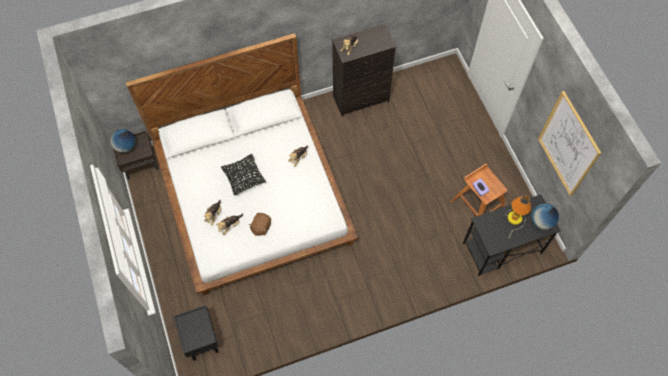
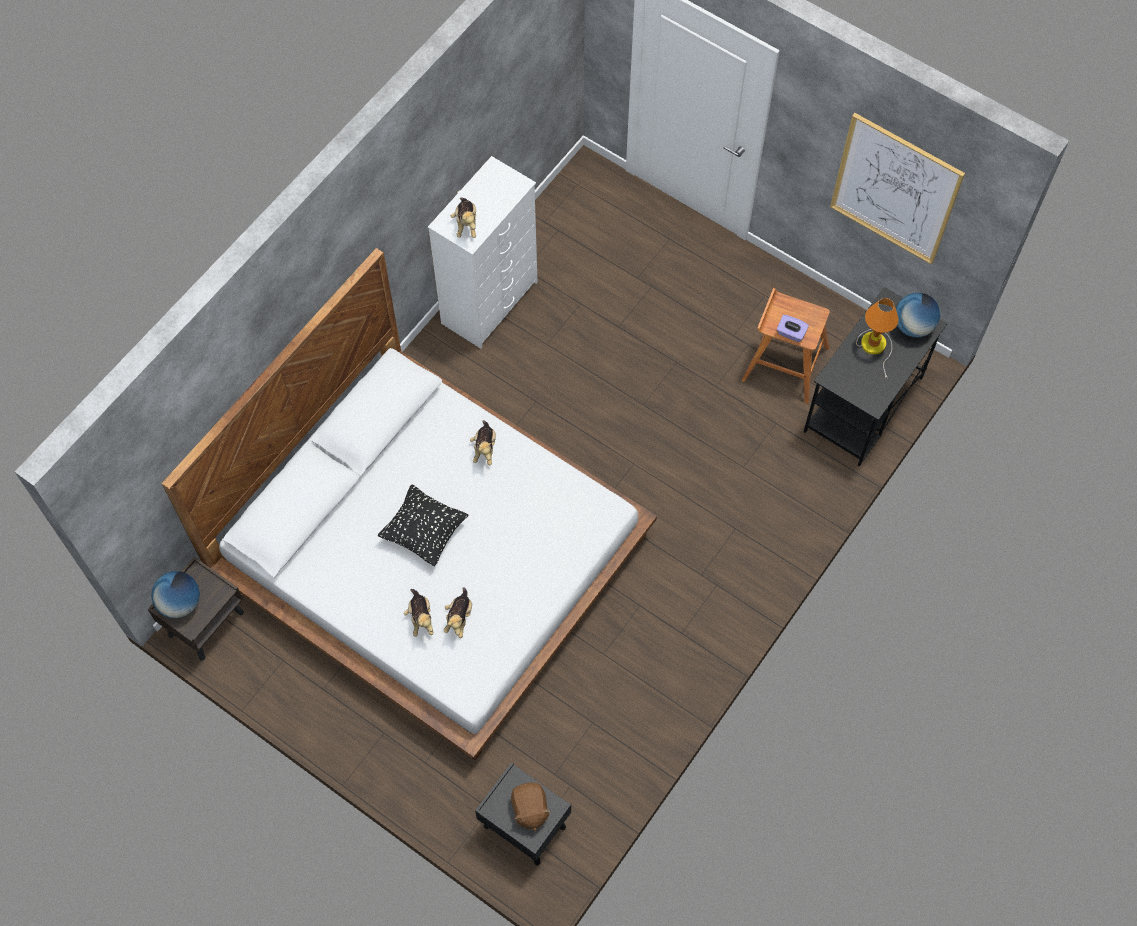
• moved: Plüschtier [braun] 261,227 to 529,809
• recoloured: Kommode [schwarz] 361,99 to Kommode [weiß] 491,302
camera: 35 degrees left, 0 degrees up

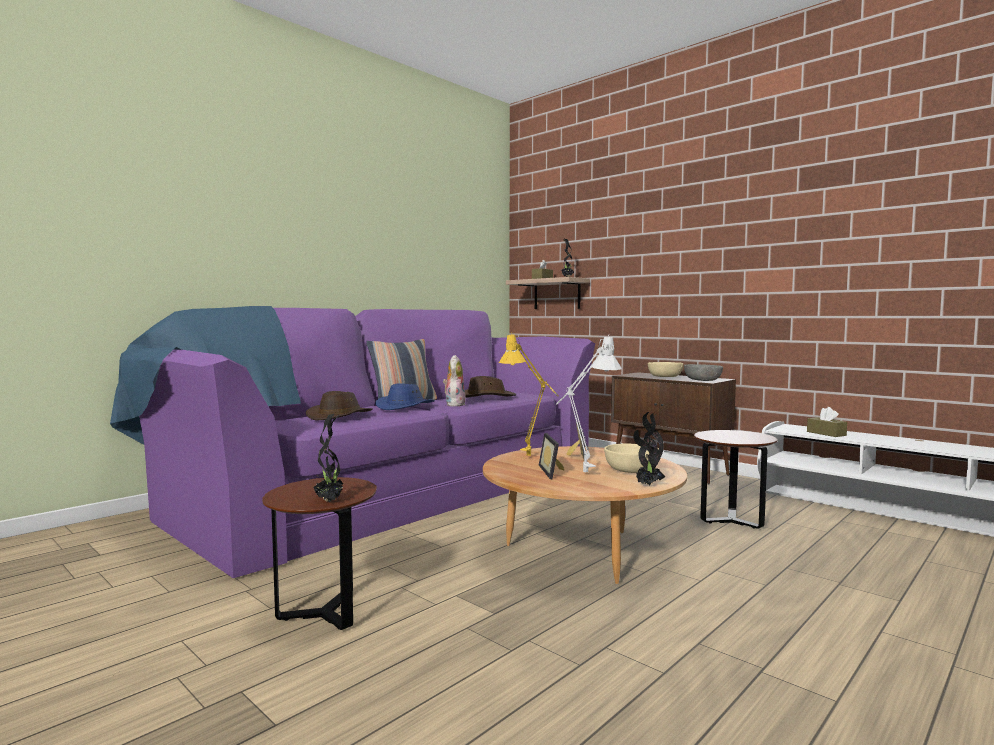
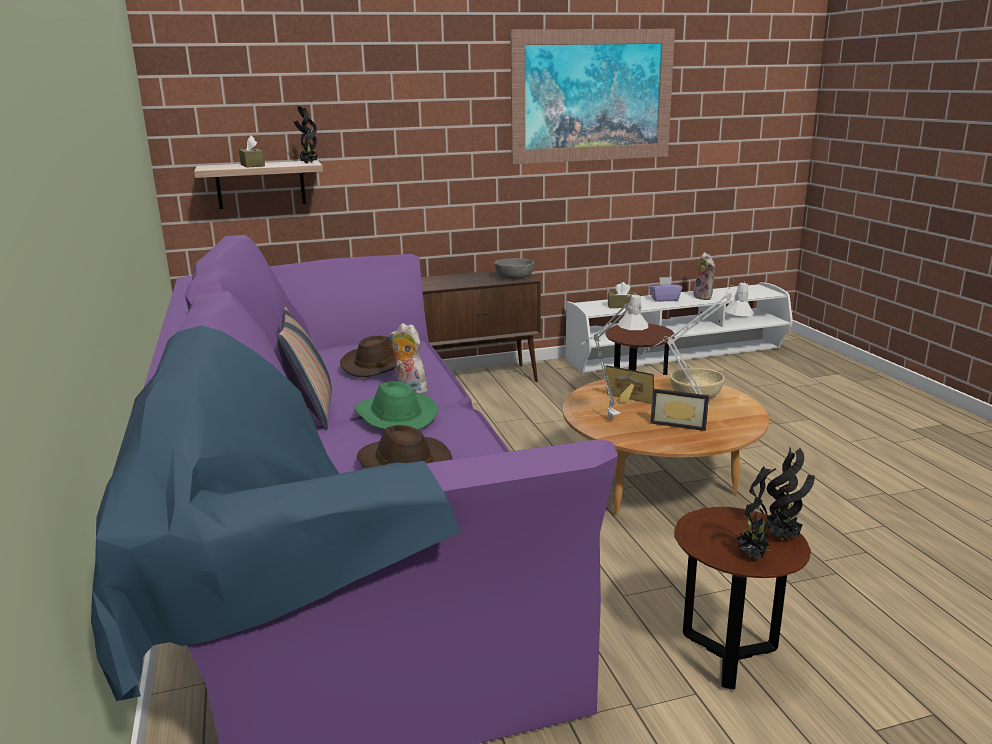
• recoloured: Hut [blau] 405,406 to Hut [grün] 394,416
• recoloured: Tischlampe [gelb] 532,456 to Tischlampe [grau] 606,417
• moved: Topfpflanze 647,485 to 752,556
• removed: Schüssel [beige] 665,376
• added: Bild 592,96
• added: Taschentuchbox [lila] 664,299
• added: Plüschtier 704,297
camera: 60 degrees left, 15 degrees up

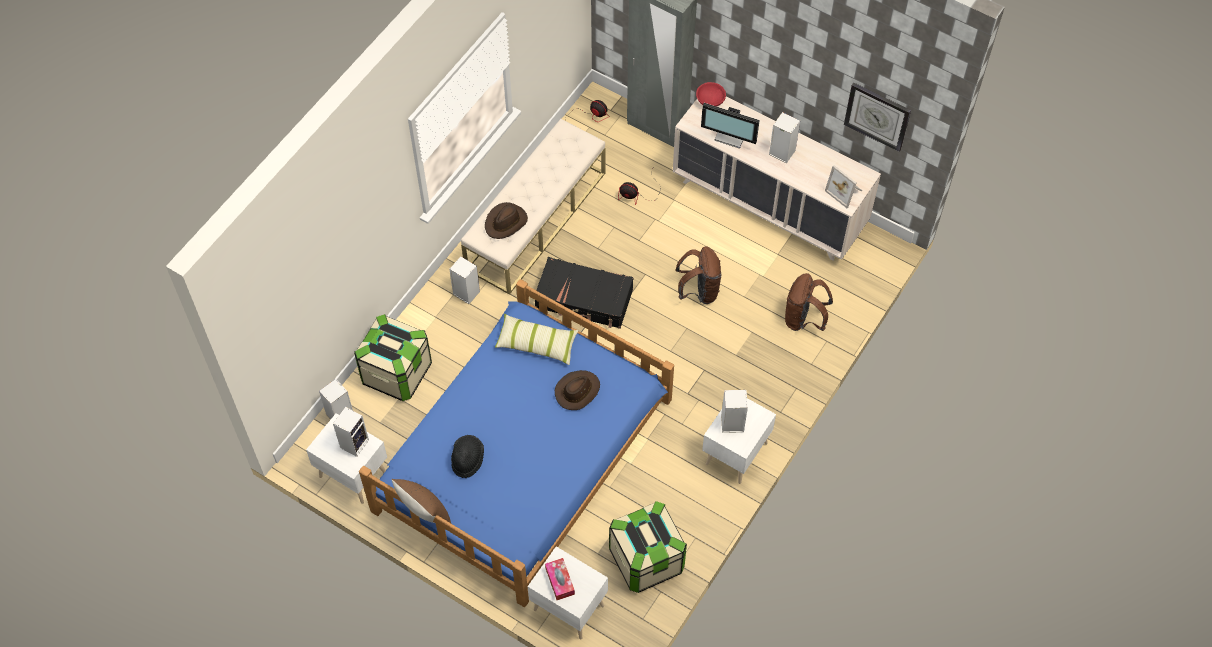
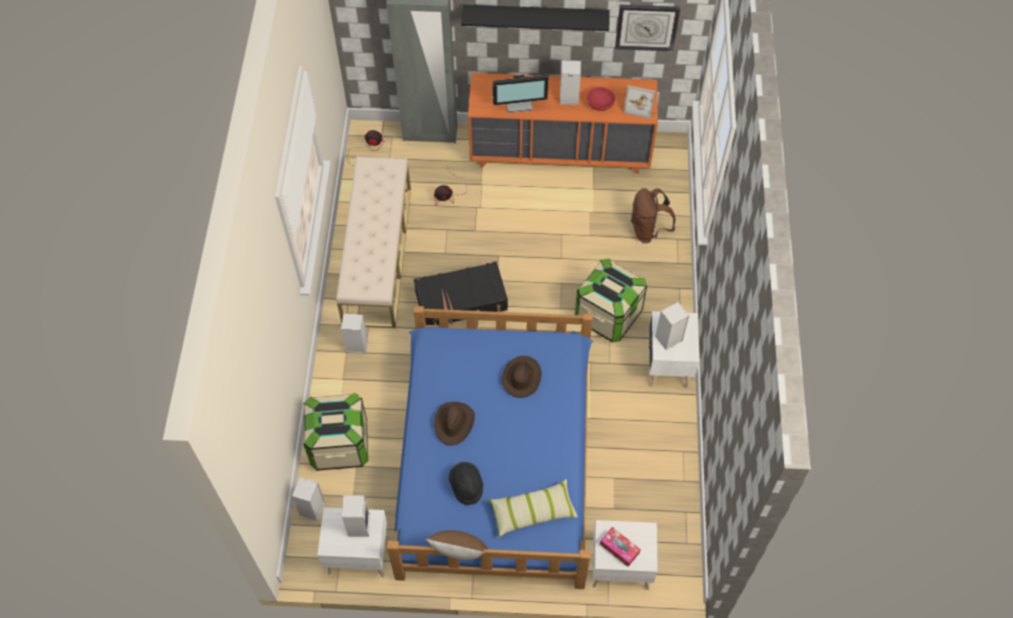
• moved: Hut [braun] 506,222 to 454,423
• moved: Kissen 537,343 to 532,511
• moved: Aufbewahrungsbox 646,559 to 608,315
• recoloured: Kommode [beige] 769,204 to Kommode [orange] 560,152
• removed: Rucksack [braun] 699,291
• moved: Schüssel [rot] 710,101 to 600,104
• added: Wandregal [schwarz] 535,17
camera: 30 degrees left, 0 degrees up

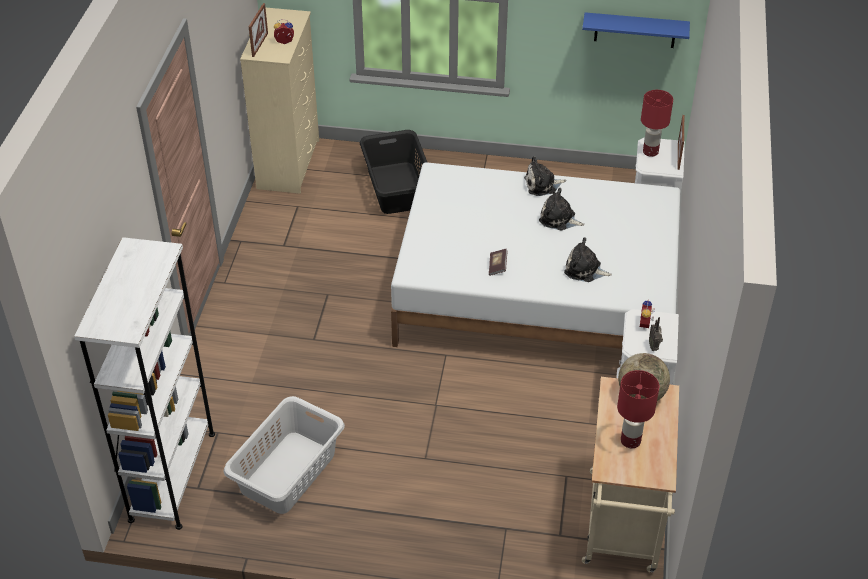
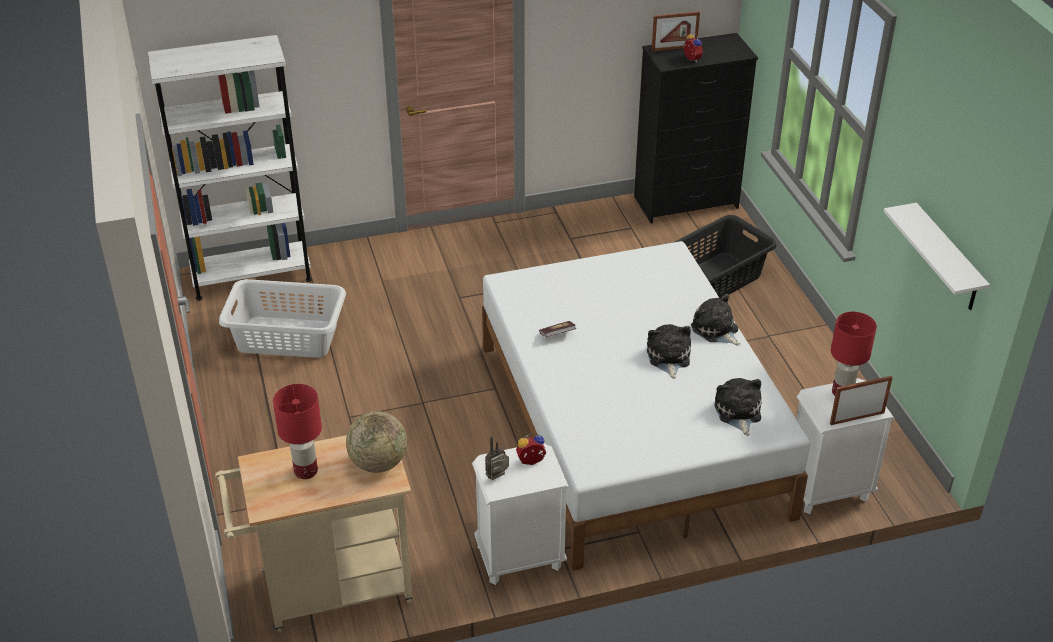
• recoloured: Kommode [beige] 289,164 to Kommode [schwarz] 687,203
• moved: Plüschtier 585,270 to 738,413
• recoloured: Wandregal [blau] 635,30 to Wandregal [weiß] 947,259
camera: 65 degrees right, 5 degrees down

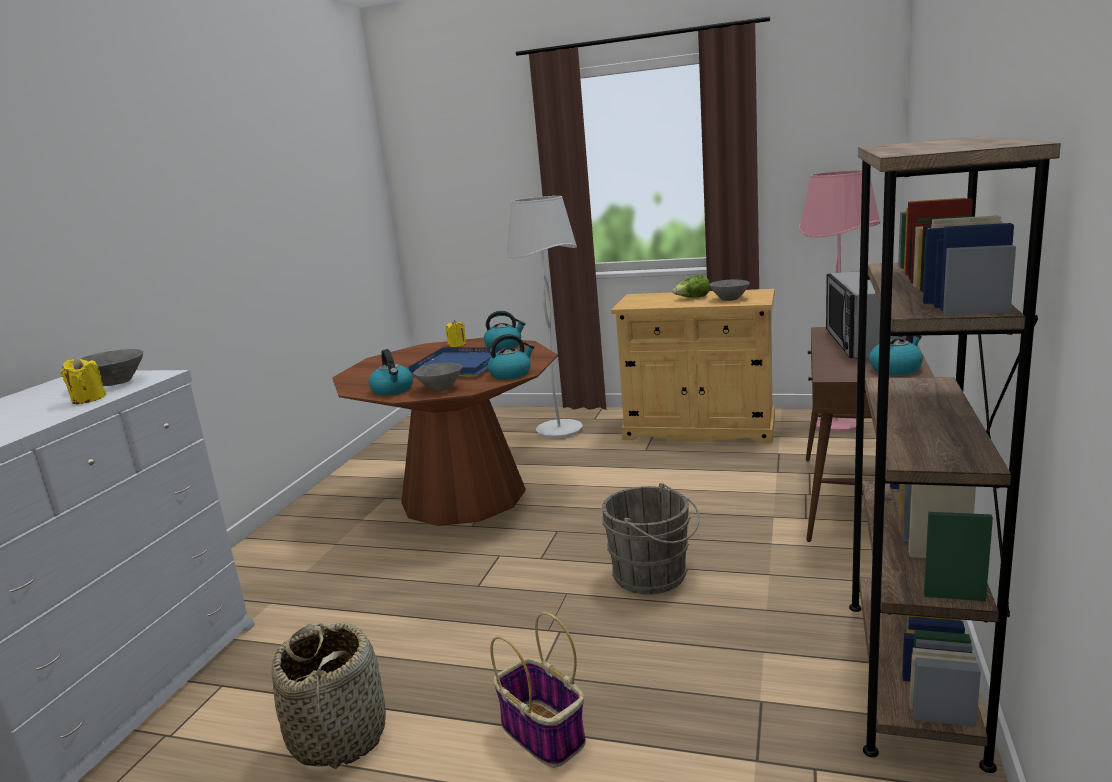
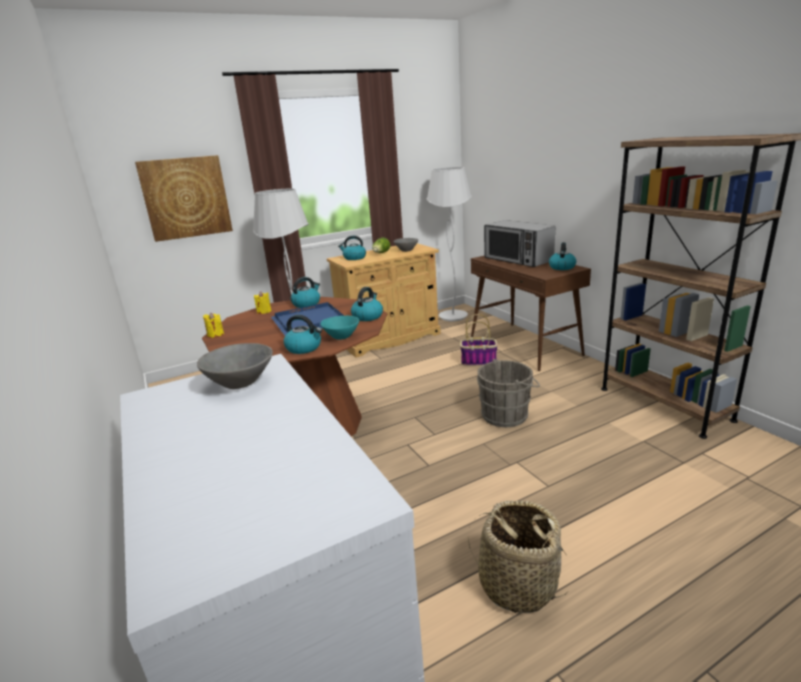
• moved: Kerze [gelb] 88,399 to 215,334
• recoloured: Schüssel [grau] 441,388 to Schüssel [türkis] 341,336
• moved: Korb 544,734 to 479,361
• recoloured: Stehlampe [rosa] 835,424 to Stehlampe [weiß] 453,317
• added: Bild 186,198
• added: Wasserkessel 354,258
camera: 45 degrees left, 5 degrees up

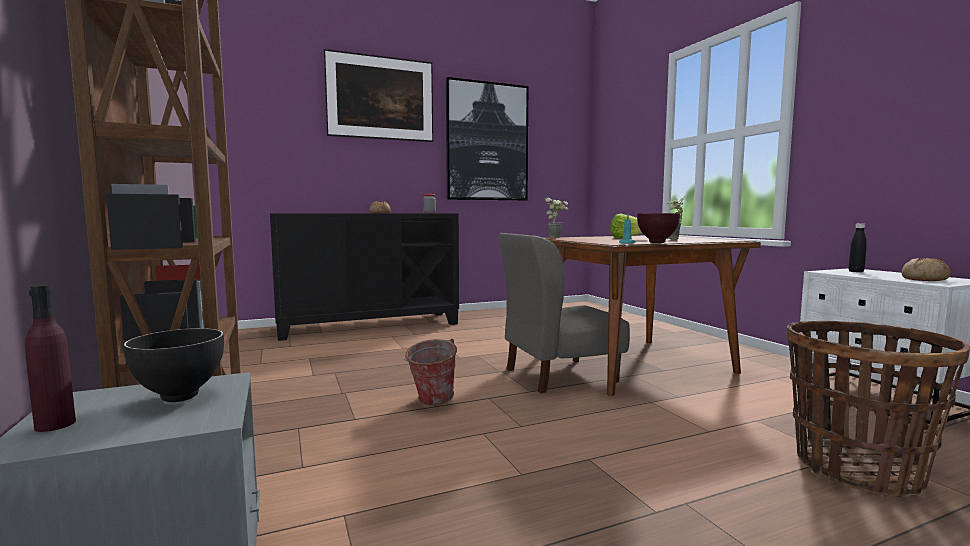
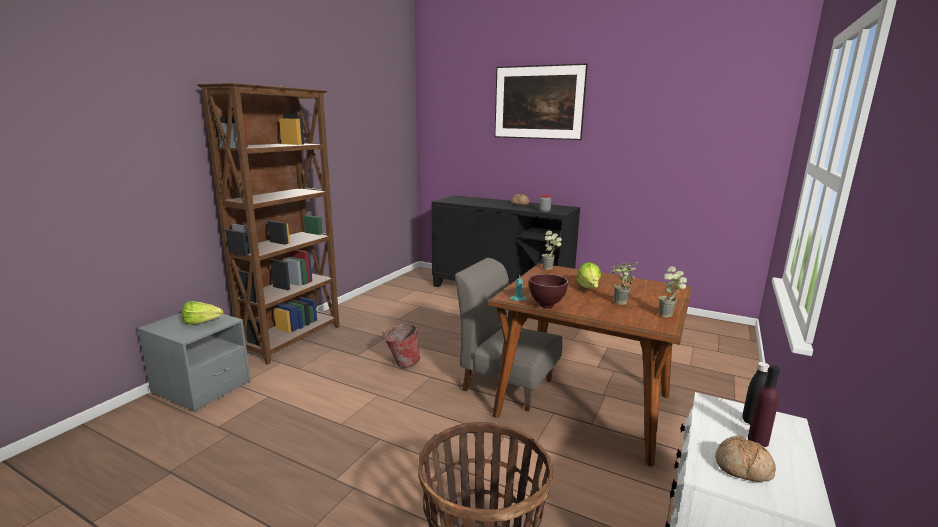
• moved: Flasche [lila] 55,425 to 758,441
• replaced: Schüssel [schwarz] 178,397 to Salatkopf 204,323
• removed: Bild 487,142
• added: Topfpflanze 669,316
camera: 50 degrees right, 10 degrees up

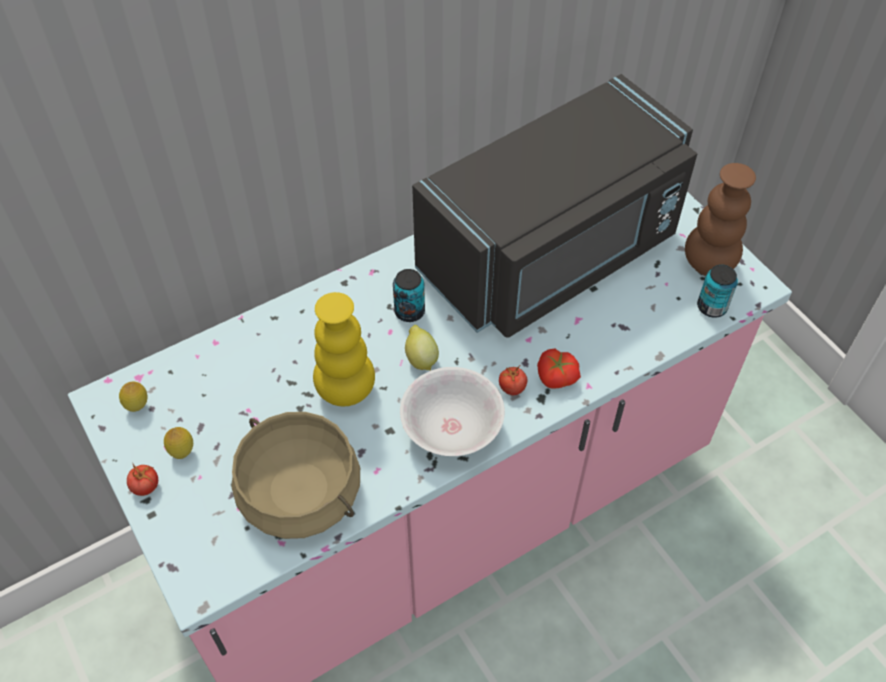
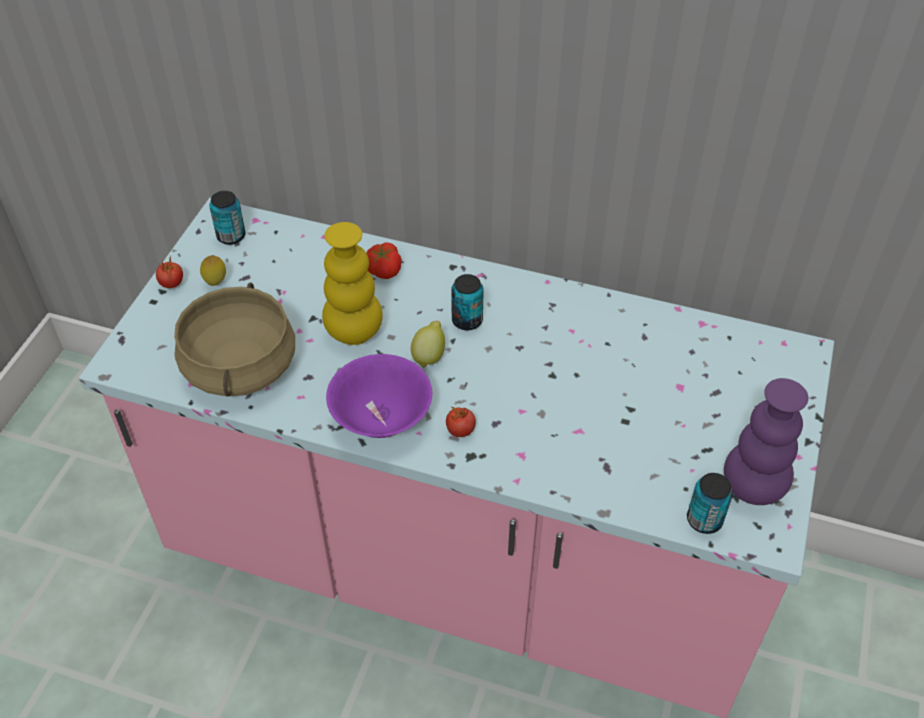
• replaced: Zitrone 138,407 to Dose 231,236
• recoloured: Schüssel [weiß] 451,429 to Schüssel [lila] 381,417
• removed: Mikrowelle [schwarz] 553,255
• moved: Tomate 556,377 to 382,270
• recoloured: Vase [braun] 708,264 to Vase [lila] 752,488
camera: 50 degrees right, 5 degrees down

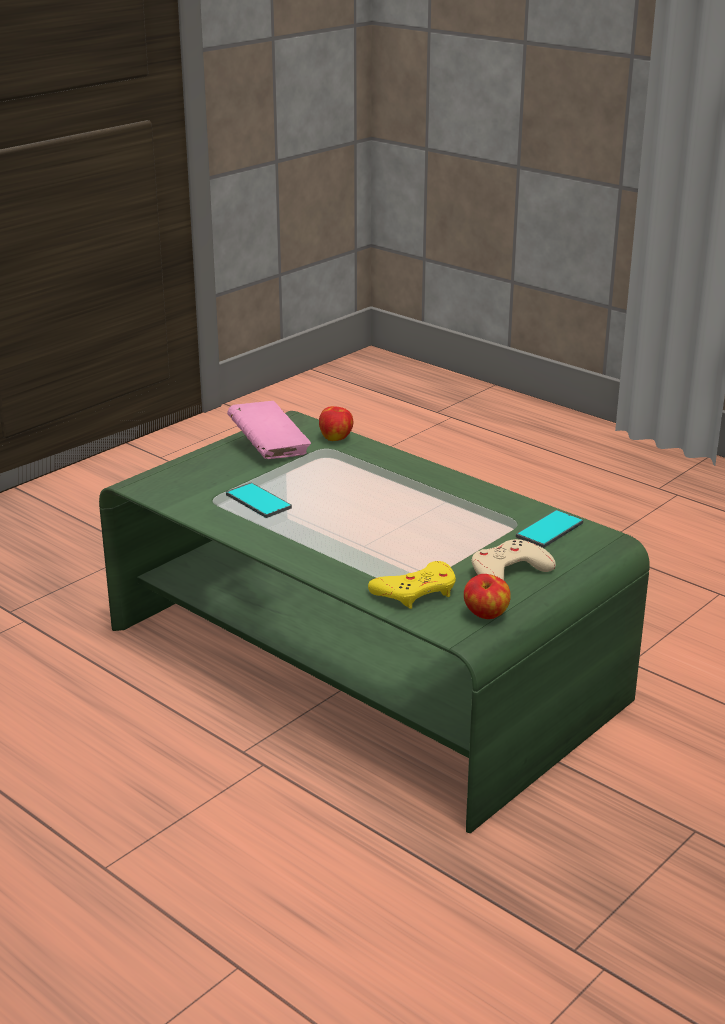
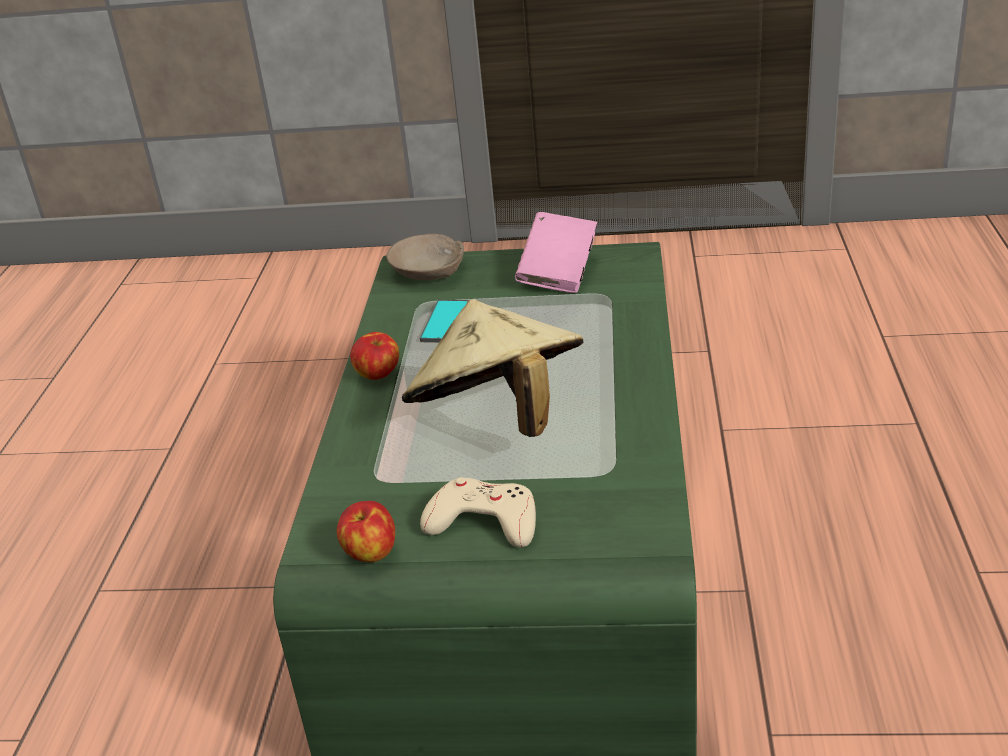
• moved: Apfel 336,438 to 378,375
• removed: Gamepad [gelb] 416,591
• removed: Handy 549,530
• added: Schüssel [beige] 429,271
• added: Hut [beige] 498,420
camera: 55 degrees right, 5 degrees up

